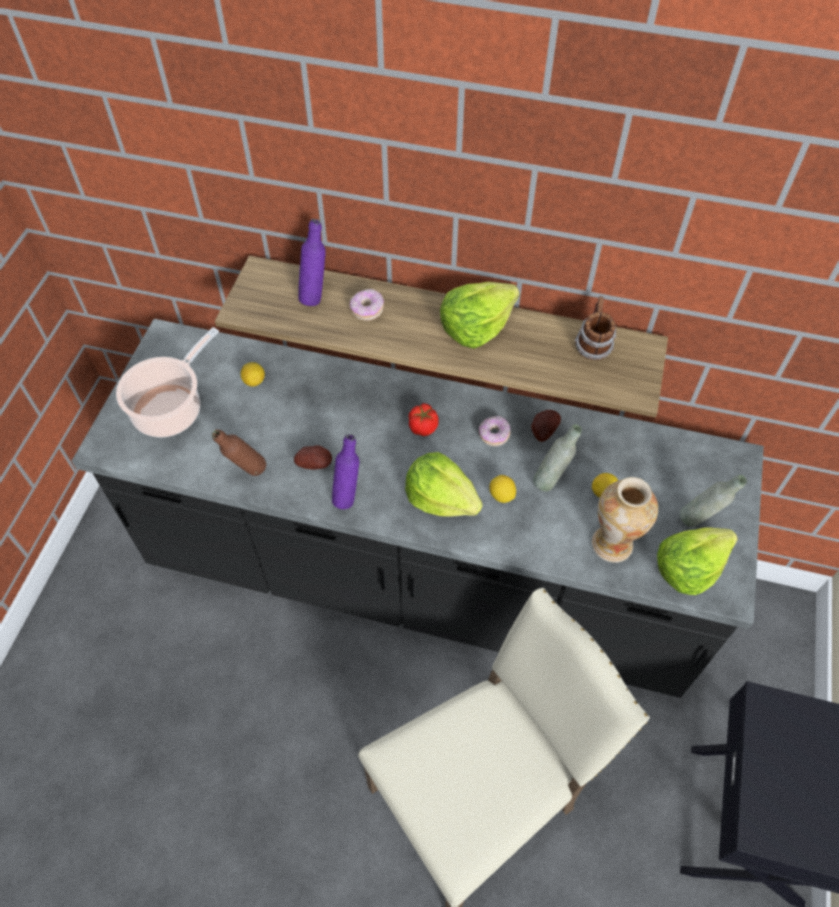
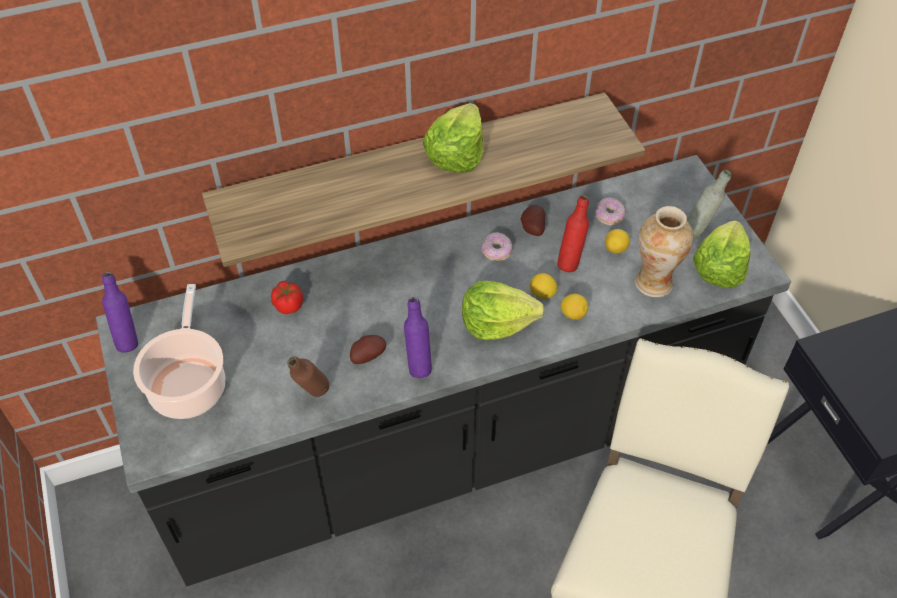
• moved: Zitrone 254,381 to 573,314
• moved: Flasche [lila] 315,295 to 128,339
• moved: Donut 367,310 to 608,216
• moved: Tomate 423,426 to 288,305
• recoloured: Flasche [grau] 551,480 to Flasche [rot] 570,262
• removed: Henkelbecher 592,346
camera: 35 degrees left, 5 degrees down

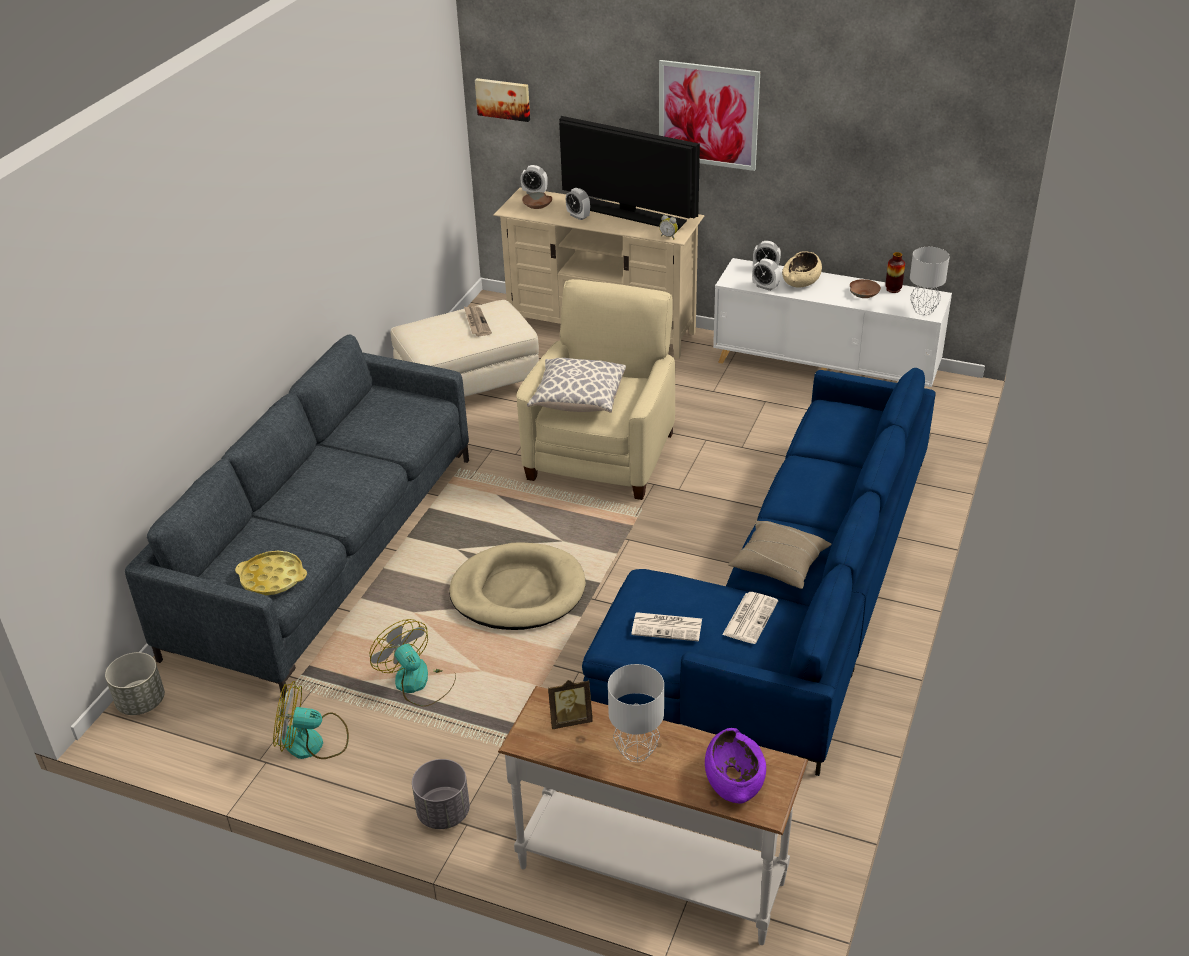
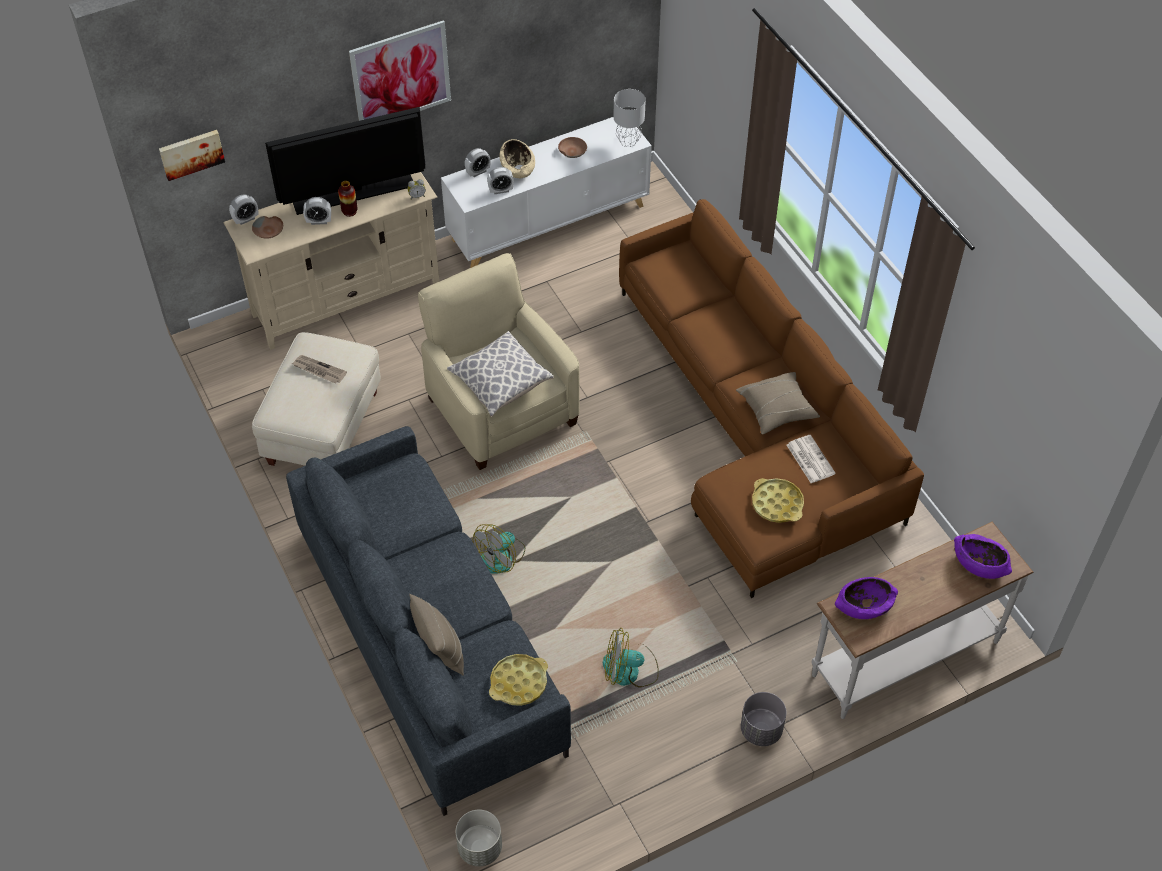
• moved: Ventilator 313,742 to 500,557
• removed: Hundebett [beige] 518,591
• replaced: Bilderrahmen 570,720 to Schüssel [lila] 864,605
• recoloured: Sofa [blau] 789,600 to Sofa [braun] 754,425
• removed: Tischlampe [grau] 635,751
• replaced: Zeitung 668,627 to Tablett [gelb] 777,504
• moved: Vase 893,289 to 349,211
• added: Kissen [beige] 440,650
camera: 50 degrees left, 15 degrees up

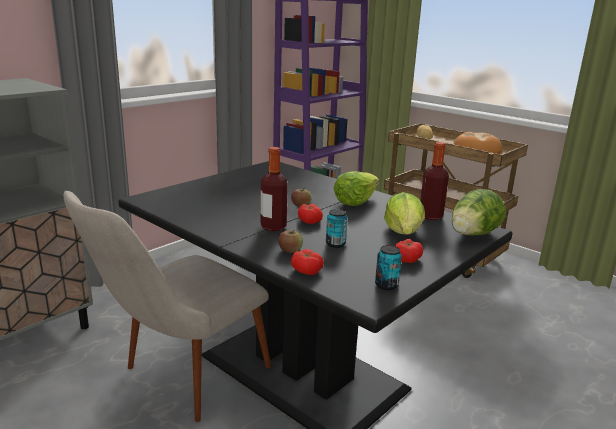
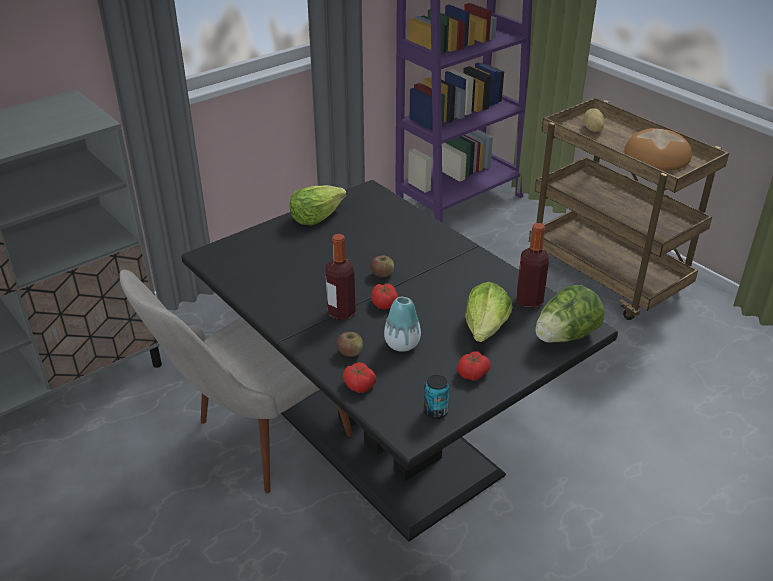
• replaced: Dose 335,244 to Vase 402,344
• moved: Salatkopf 355,201 to 316,217
camera: 10 degrees right, 15 degrees up

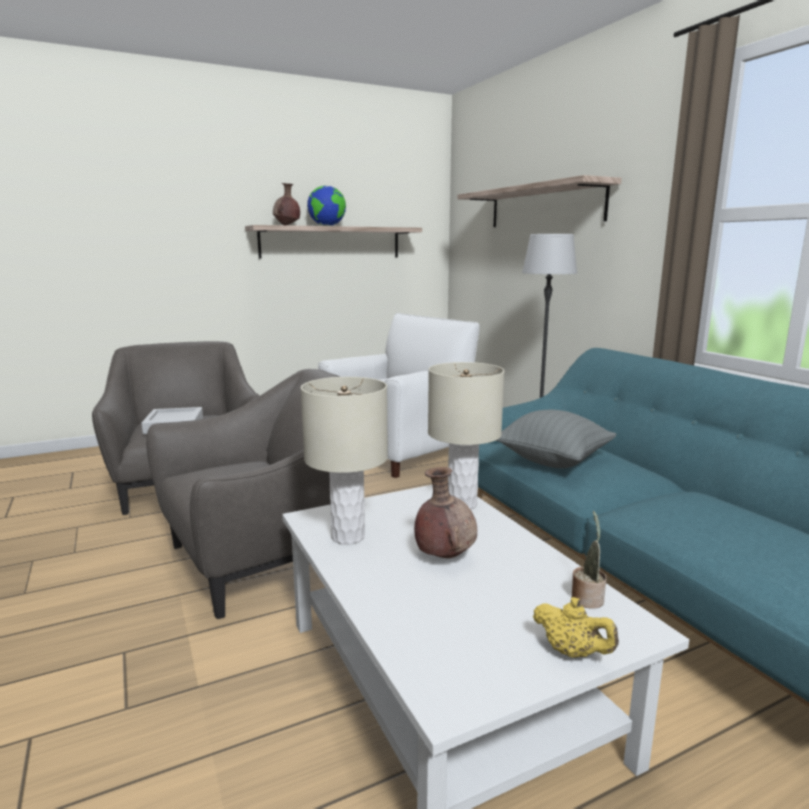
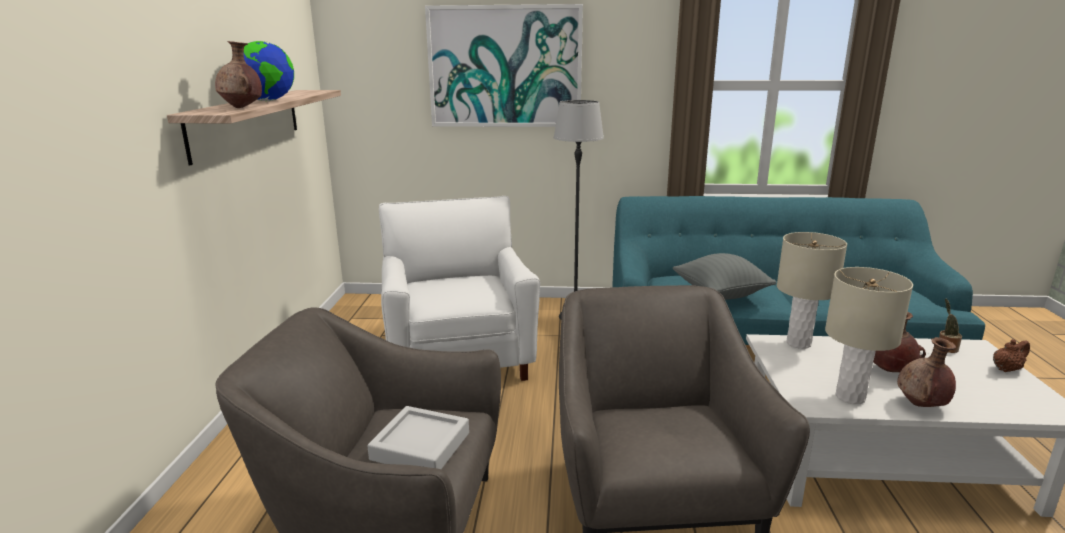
• replaced: Wandregal 544,206 to Bild 505,67
• recoloured: Teekanne [gelb] 572,652 to Teekanne [braun] 1006,369
• added: Vase [braun] 921,405
camera: 60 degrees left, 5 degrees up

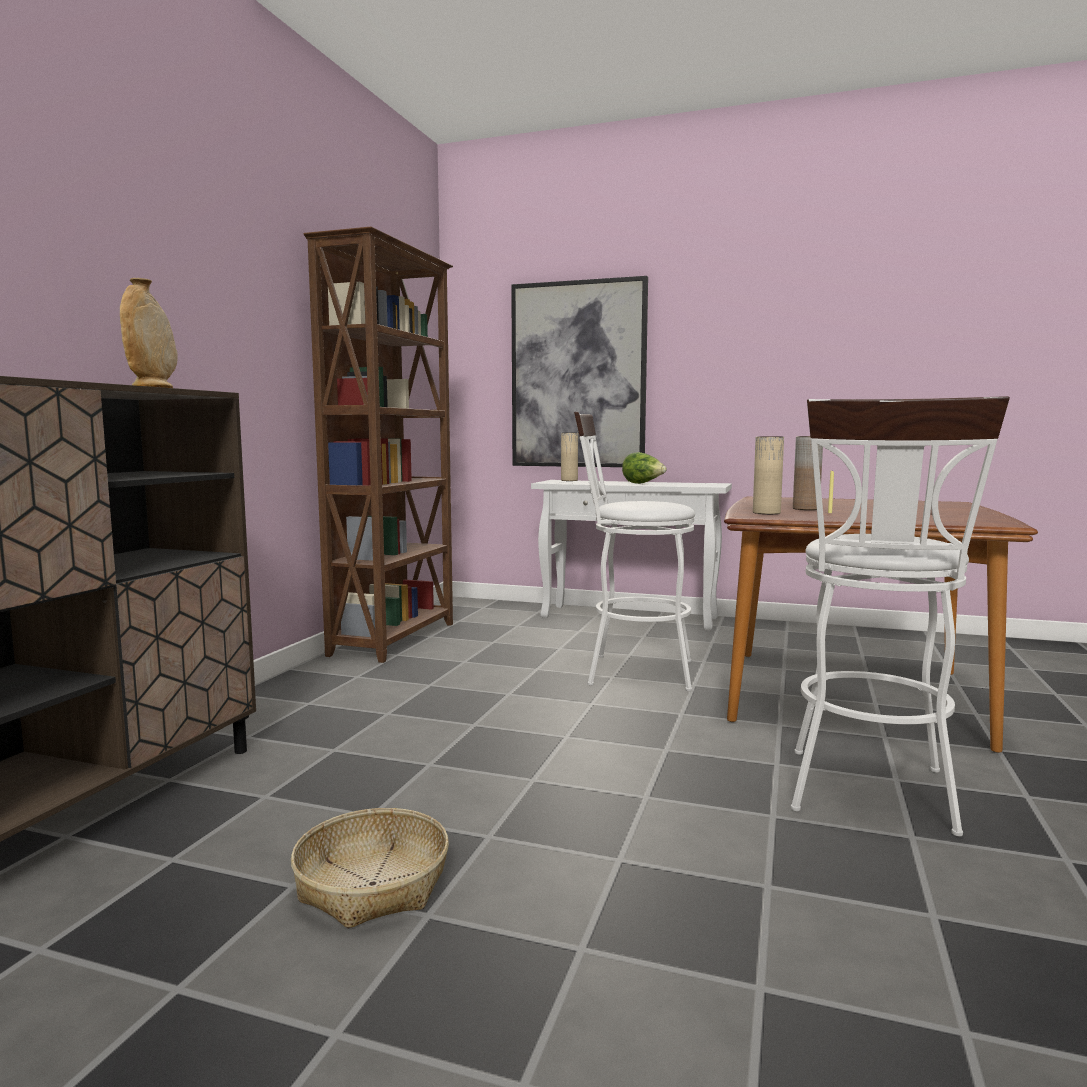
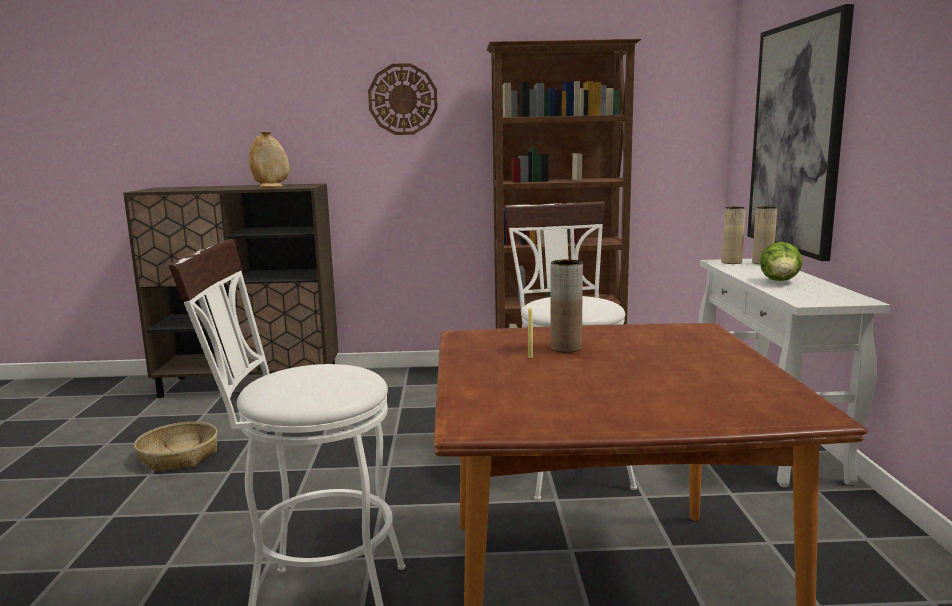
• moved: Vase [beige] 766,513 to 731,262
• added: Wanduhr 403,99
camera: 70 degrees right, 5 degrees up

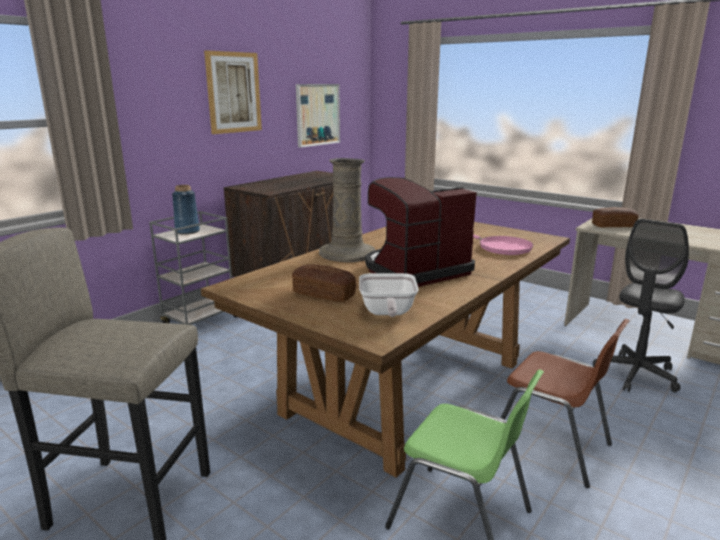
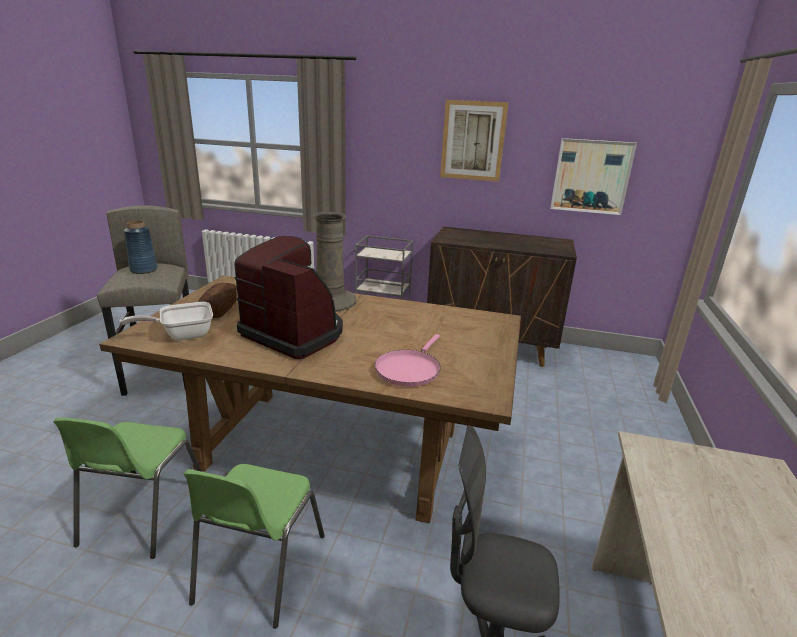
• moved: Vase [blau] 187,231 to 143,270
• recoloured: Stuhl [braun] 551,447 to Stuhl [grün] 258,569
• removed: Brot 613,226
camera: 65 degrees right, 5 degrees up

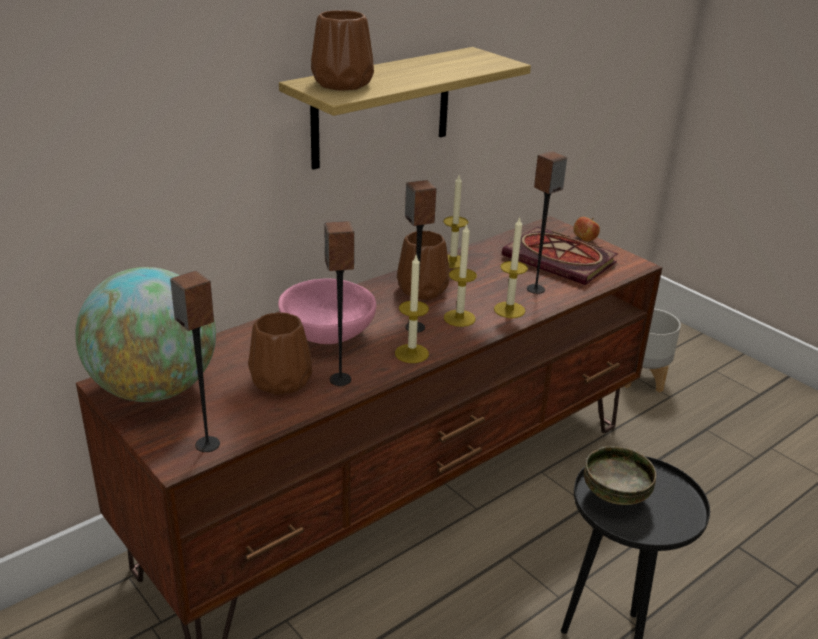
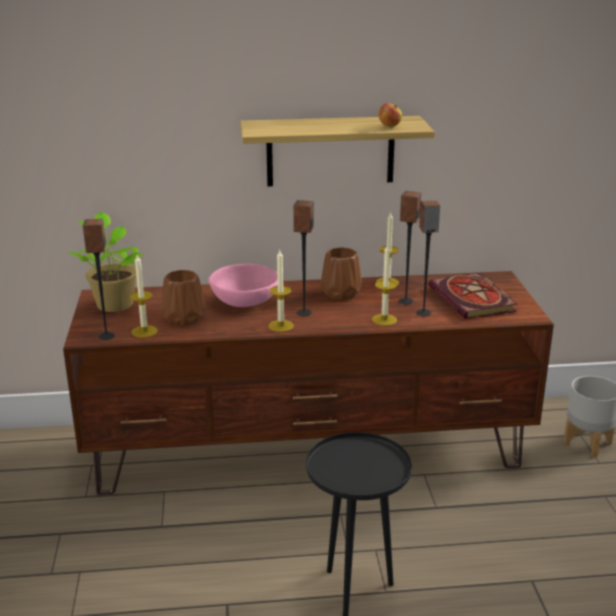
• replaced: Globus 155,389 to Topfpflanze 114,303
• removed: Vase [braun] 343,83
• moved: Lautsprecher 339,379 to 405,301
• moved: Kerze 459,318 to 144,331
• moved: Apfel 584,240 to 389,127
• removed: Schüssel 614,494
camera: 35 degrees right, 5 degrees down

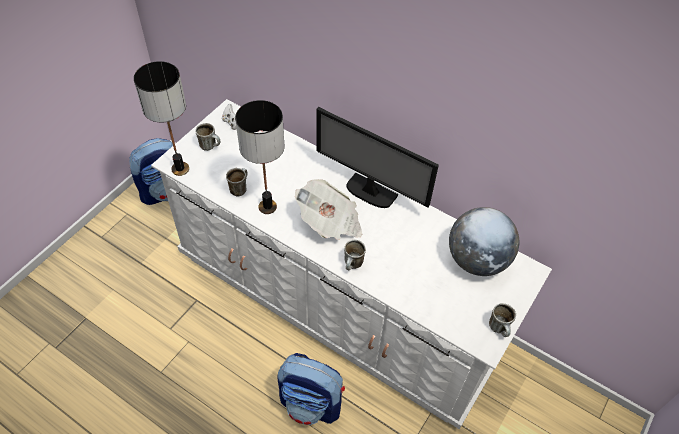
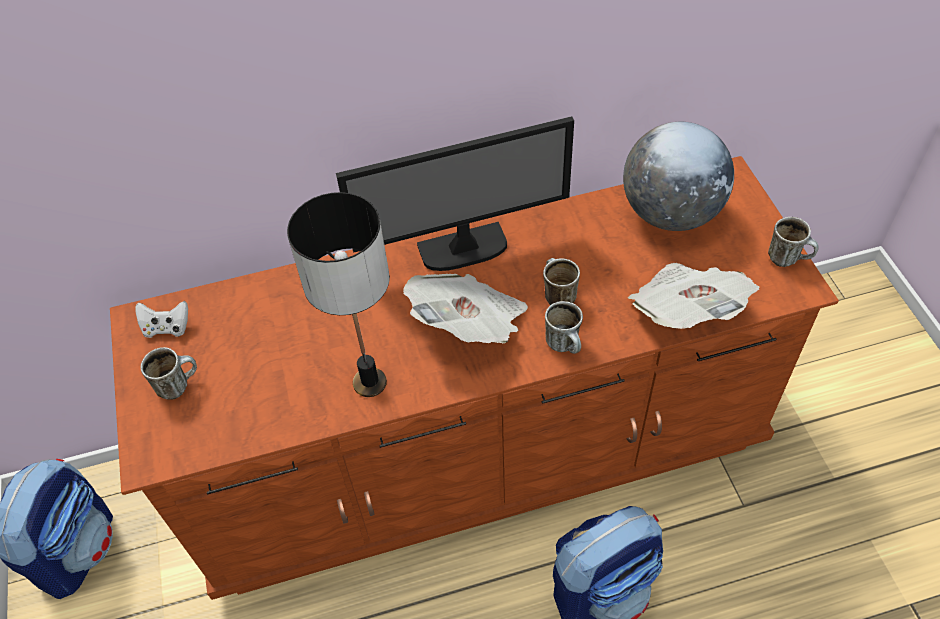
• removed: Tischlampe 180,169
• recoloured: Kommode [weiß] 337,301 to Kommode [braun] 478,449
• moved: Henkelbecher 239,188 to 556,295
• added: Zeitung 686,311
camera: 45 degrees left, 0 degrees up

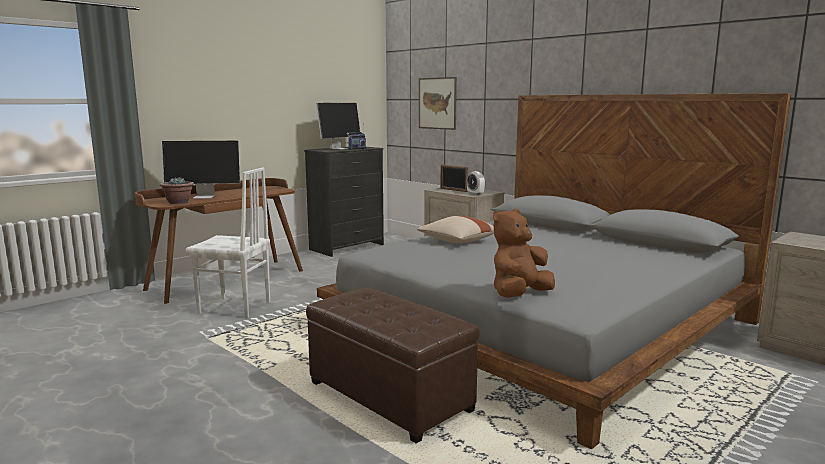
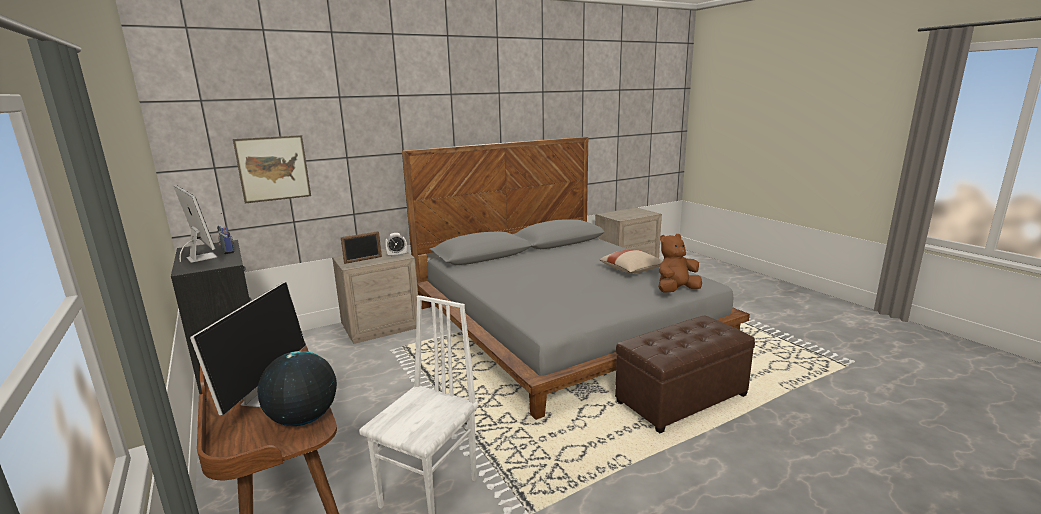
• replaced: Topfpflanze 178,202 to Globus 303,419
• moved: Kissen [beige] 457,241 to 632,271
• turned: Plüschtier [braun] 519,295 = 676,291 90 degrees clockwise
camera: 75 degrees left, 5 degrees up

